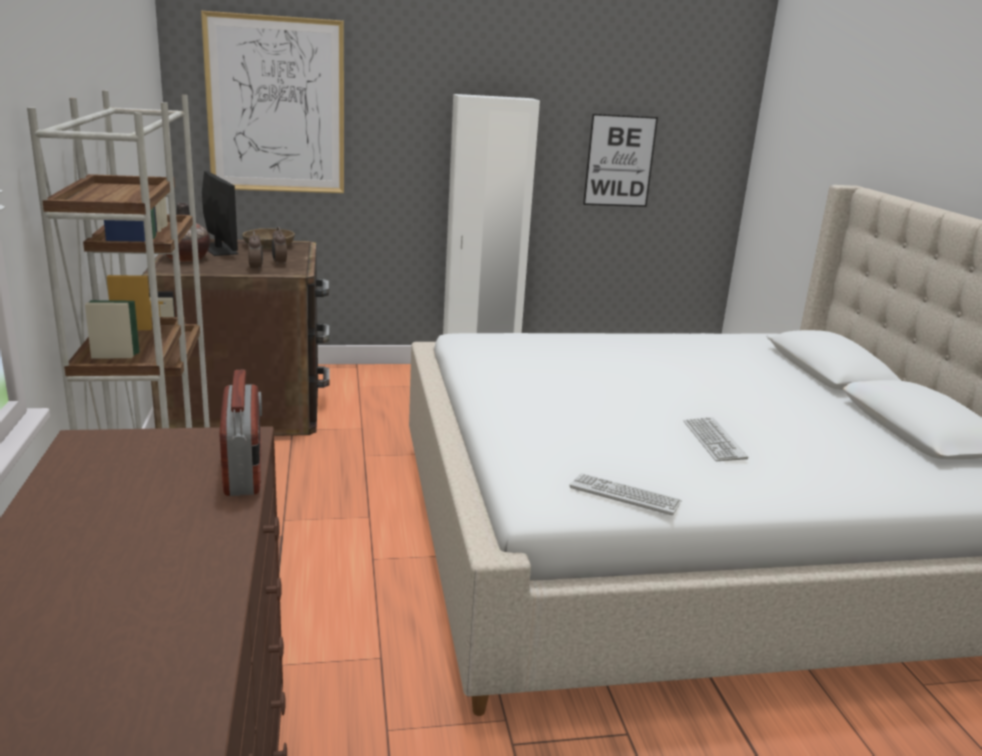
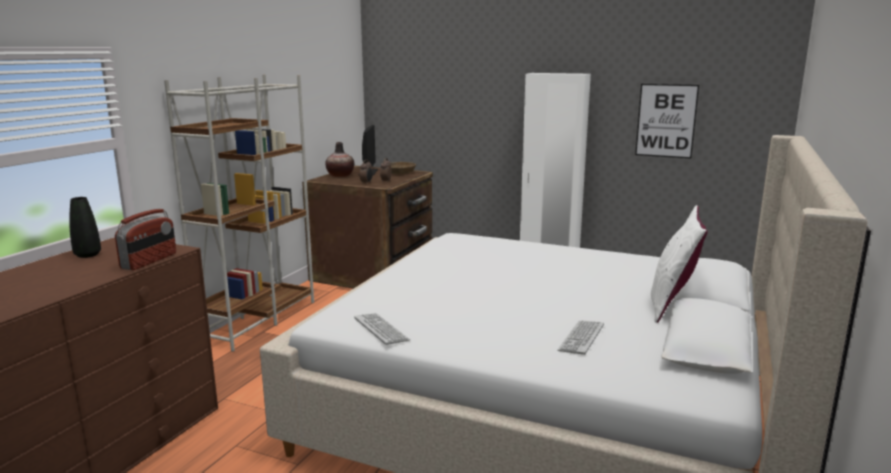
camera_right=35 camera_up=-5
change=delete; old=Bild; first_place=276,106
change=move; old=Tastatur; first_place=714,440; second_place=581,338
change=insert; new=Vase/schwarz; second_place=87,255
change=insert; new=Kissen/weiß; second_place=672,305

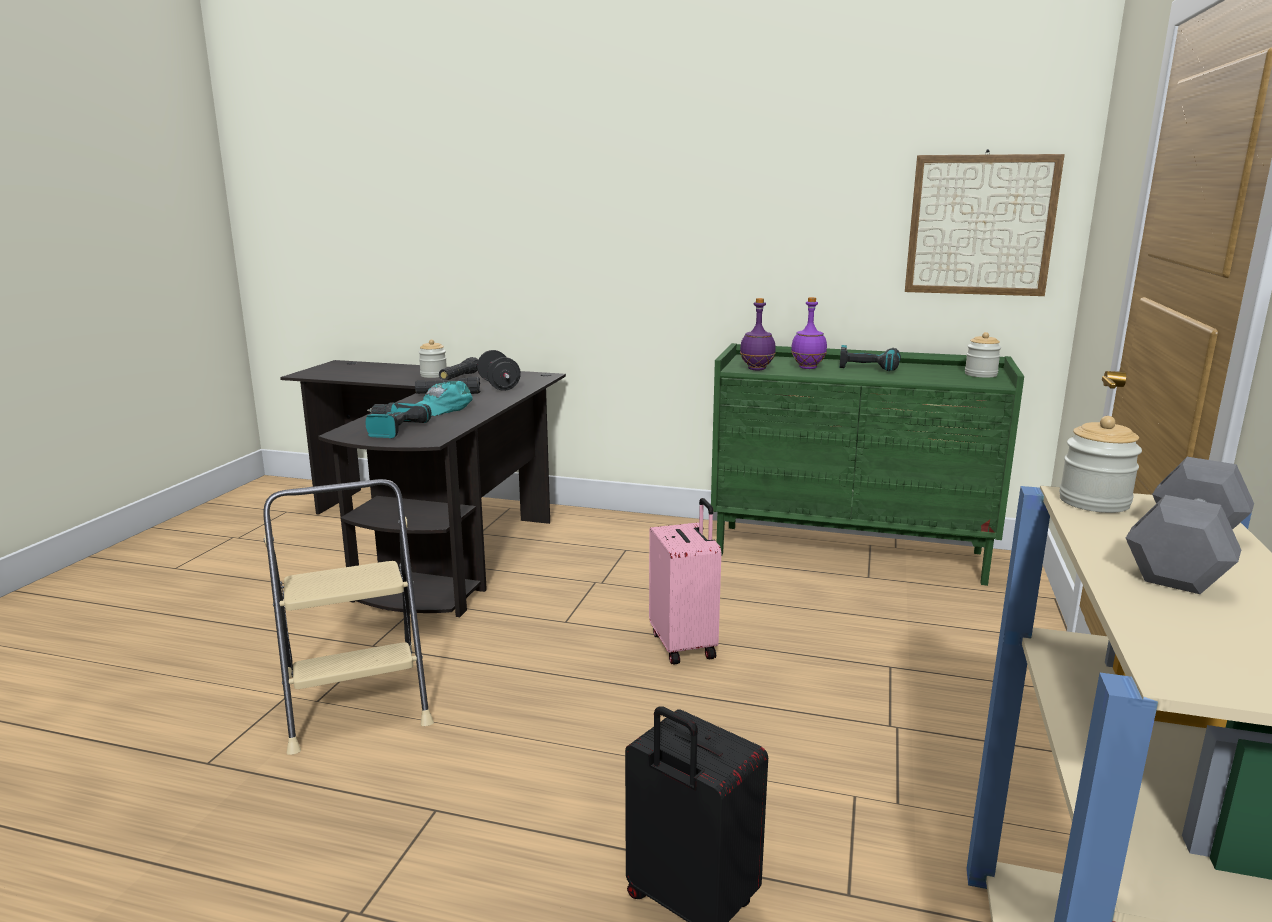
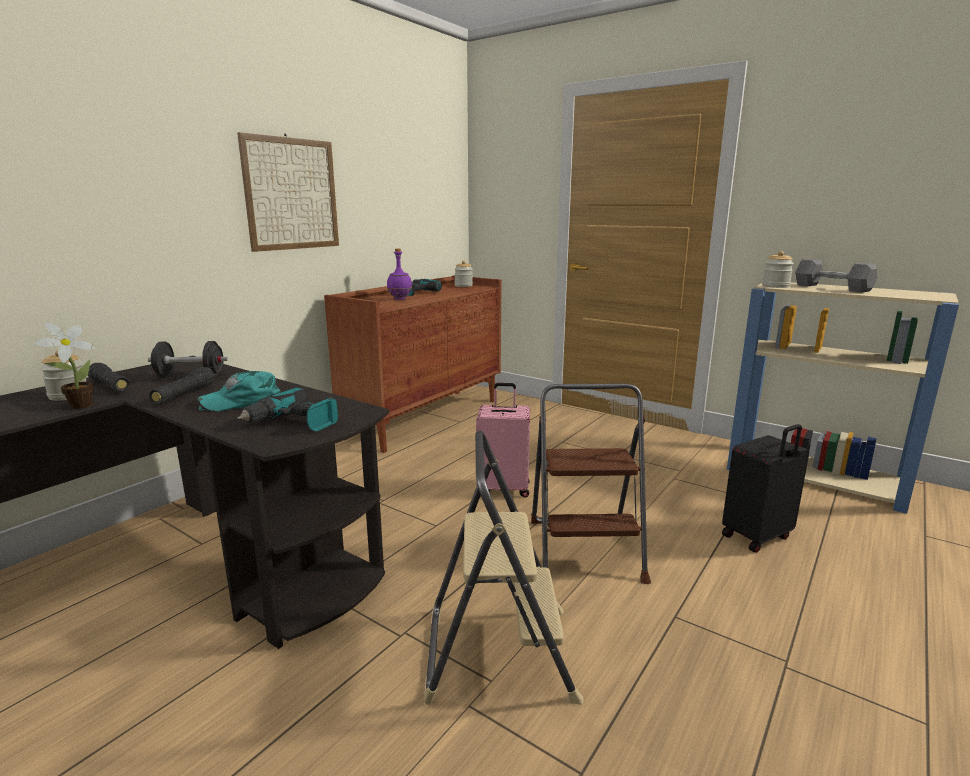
camera_right=-70 camera_up=0
change=move; old=Bild; first_place=981,223; second_place=291,192
change=delete; old=Flasche/lila; first_place=757,369
change=recolor; old=Schrank/grün; new=Schrank/braun; first_place=850,554; second_place=426,418
change=rotate; old=Kappe/türkis; first_place=441,408; second_place=243,400; degrees=90
change=insert; new=Topfpflanze; second_place=77,406
change=insert; new=Trittleiter/braun; second_place=584,546

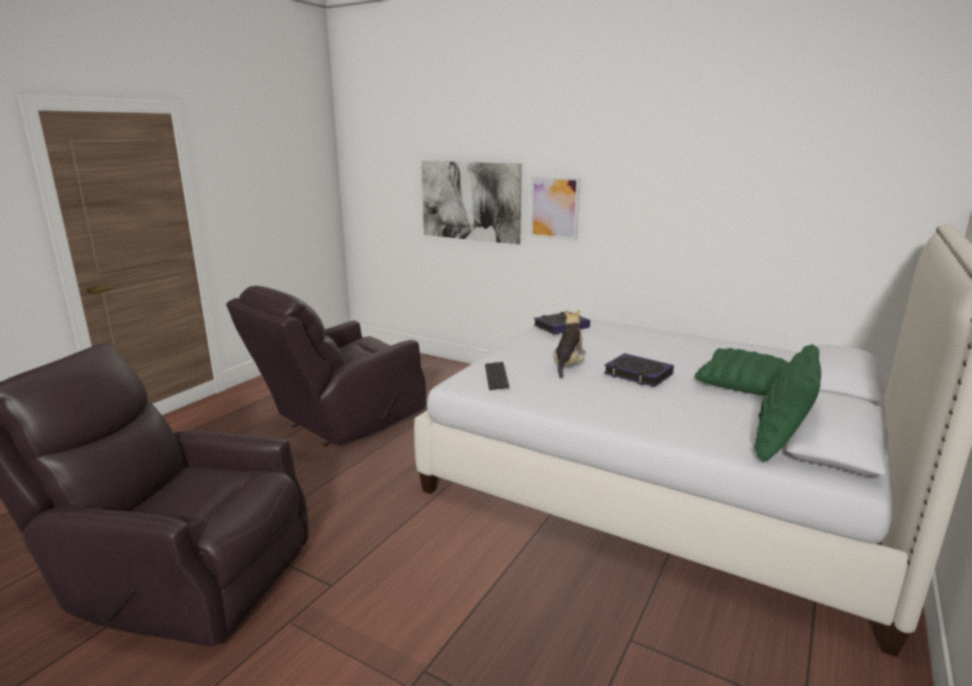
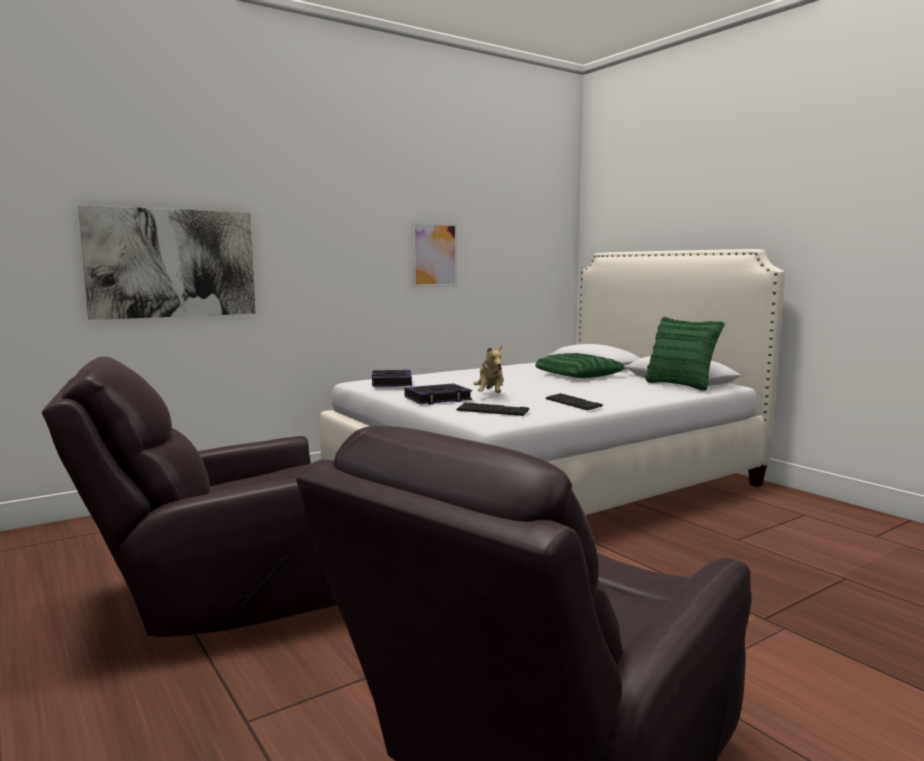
camera_right=-65 camera_up=-10
change=move; old=Bild; first_place=554,208; second_place=434,254
change=rotate; old=Sessel/braun; first_place=341,422; second_place=223,598; degrees=90
change=rotate; old=Plüschtier; first_place=568,365; second_place=490,395; degrees=-135
change=move; old=Buch; first_place=638,374; second_place=438,399
change=insert; new=Tastatur; second_place=573,403

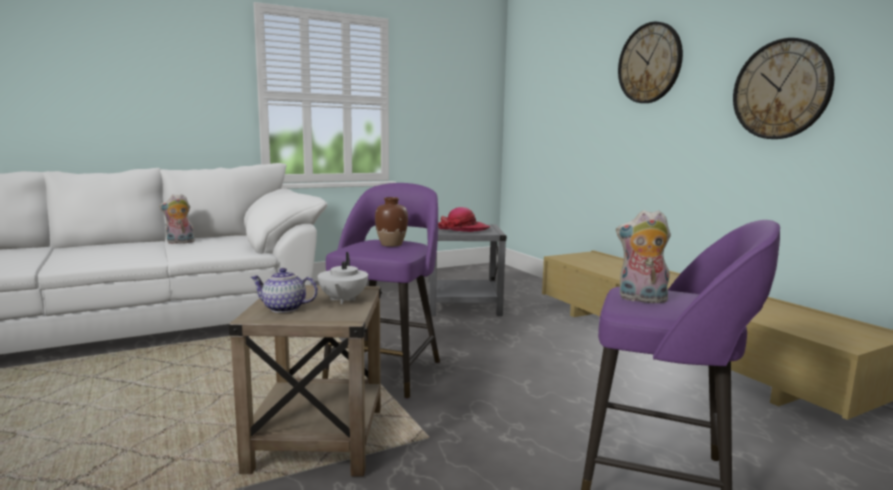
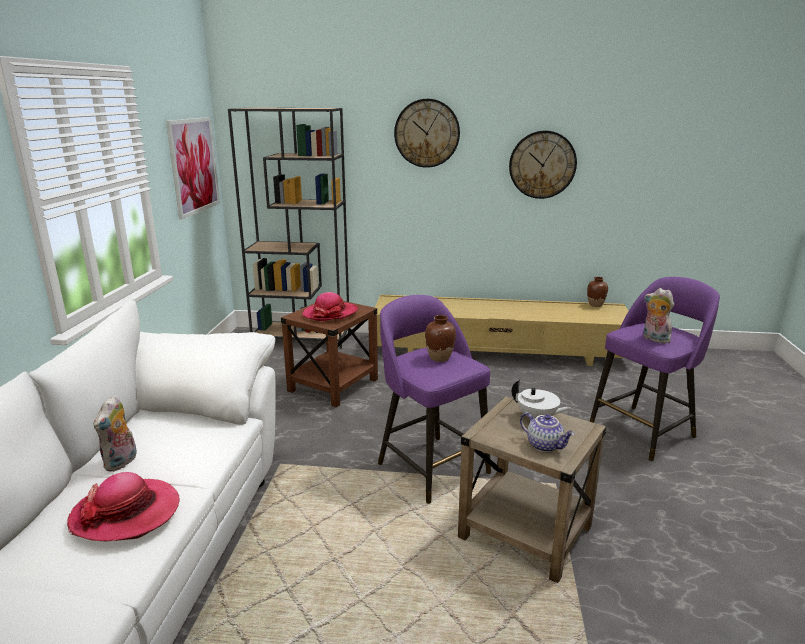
camera_right=-55 camera_up=10
change=rotate; old=Plüschtier; first_place=641,299; second_place=654,339; degrees=90
change=recolor; old=Beistelltisch/grau; new=Beistelltisch/braun; first_place=464,307; second_place=333,385
change=rotate; old=Teekanne; first_place=283,308; second_place=545,445; degrees=-90
change=insert; new=Bücherregal; second_place=302,338
change=insert; new=Bild; second_place=194,166
change=insert; new=Vase/braun; second_place=595,305
change=insert; new=Hut; second_place=126,513

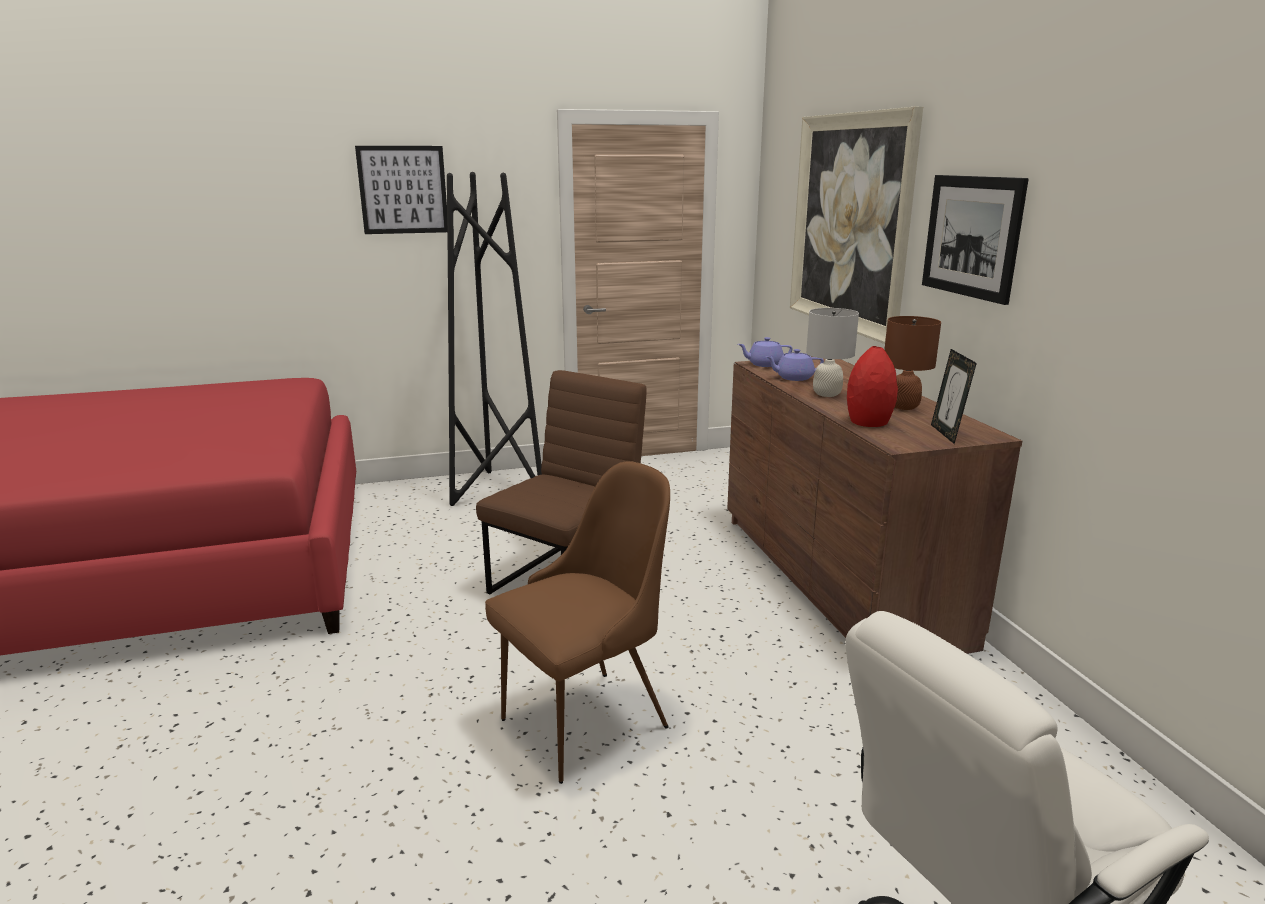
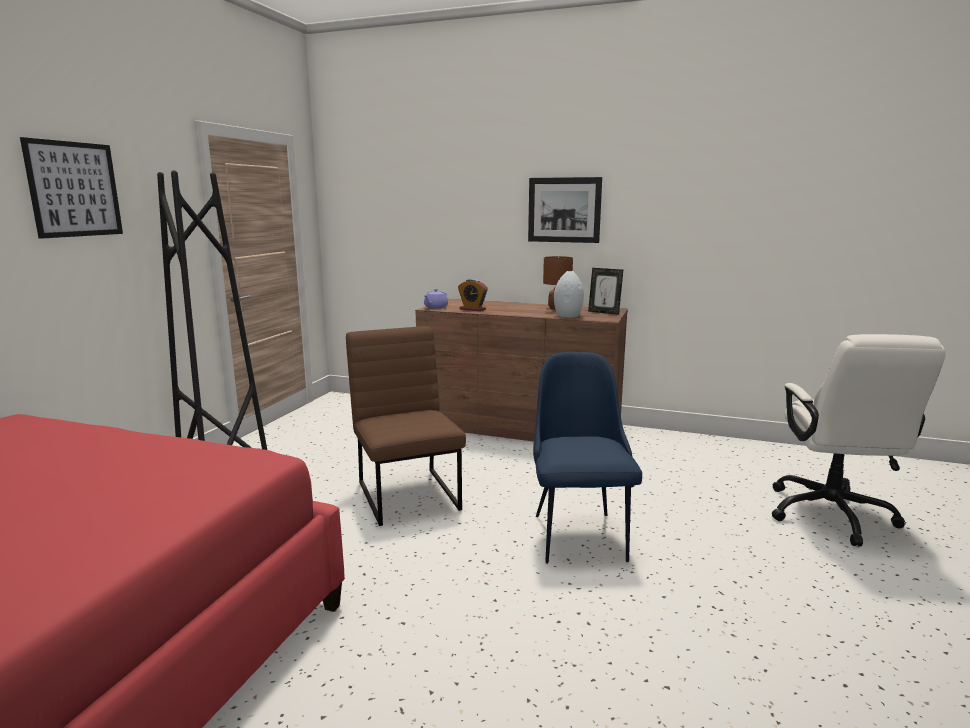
camera_right=-55 camera_up=-5
change=delete; old=Bild; first_place=850,223
change=delete; old=Tischlampe/grau; first_place=825,394
change=recolor; old=Vase/rot; new=Vase/grau; first_place=867,422; second_place=568,316
change=replace; old=Teekanne/lila; new=Wecker; first_place=793,378; second_place=472,309
change=recolor; old=Stuhl/braun; new=Stuhl/blau; first_place=585,722; second_place=577,537

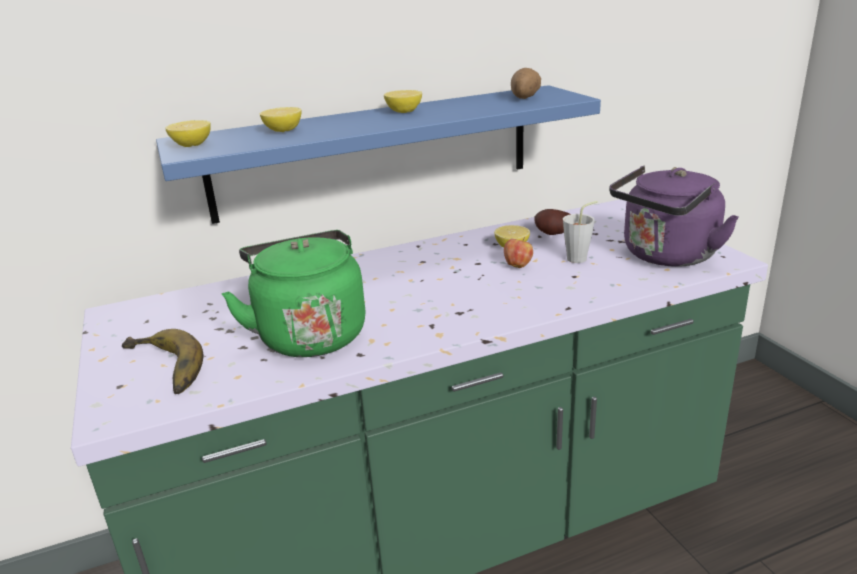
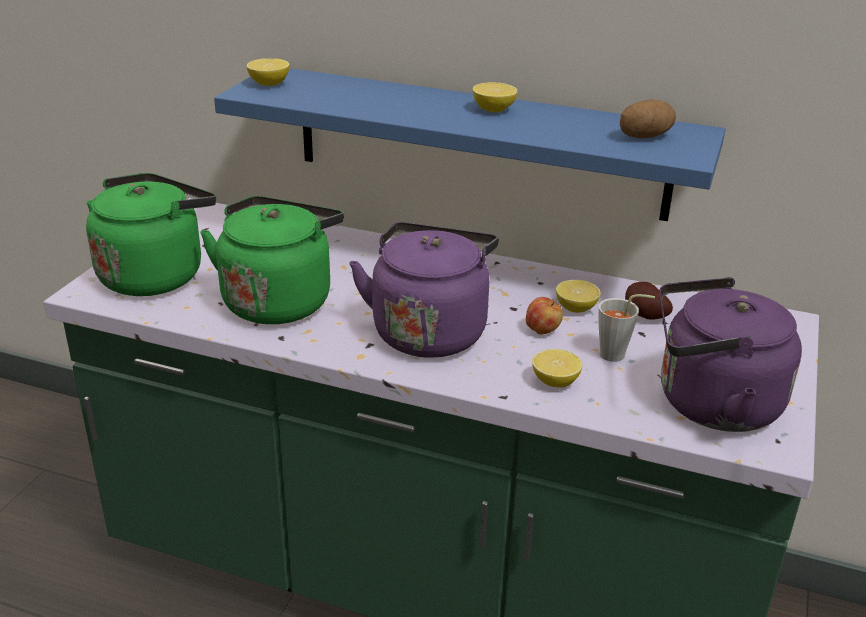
camera_right=40 camera_up=5
change=move; old=Zitrone; first_place=283,131; second_place=555,382
change=replace; old=Banane; new=Wasserkessel/grün; first_place=160,370; second_place=155,274
change=insert; new=Wasserkessel/lila; second_place=430,330

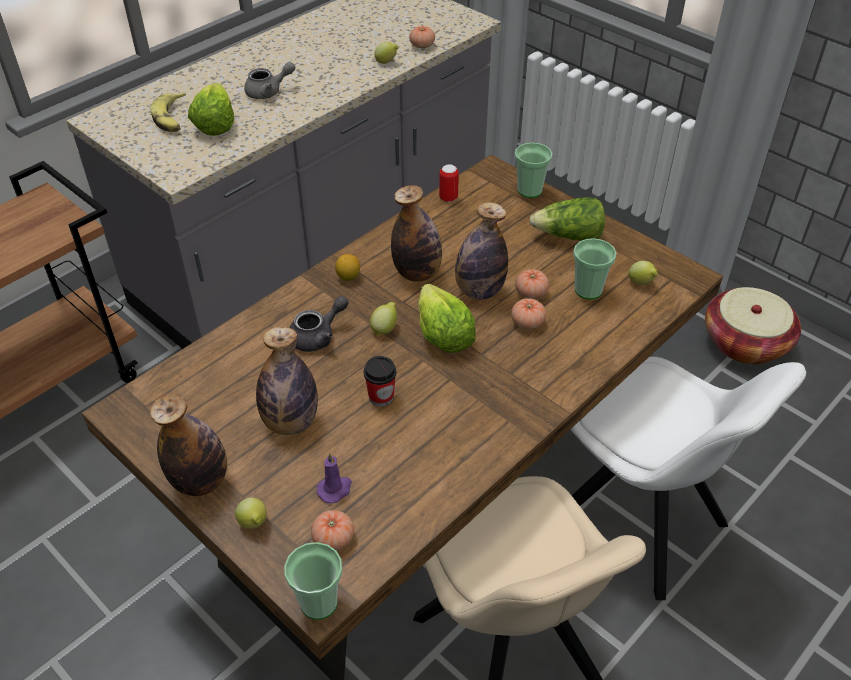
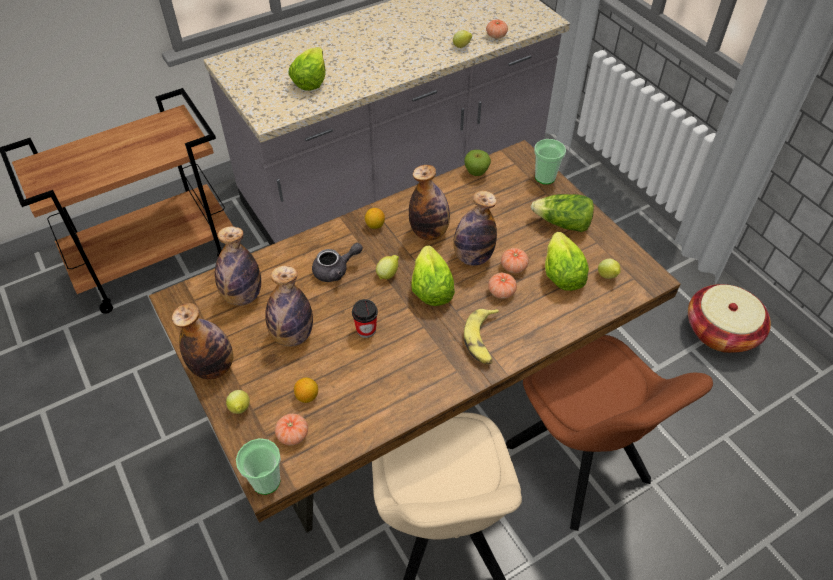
camera_right=15 camera_up=5
change=delete; old=Teekanne/grau; first_place=268,92
change=move; old=Banane; first_place=172,118; second_place=482,340
change=replace; old=Dose; new=Apfel; first_place=448,198; second_place=476,172
change=replace; old=Tasse; new=Salatkopf; first_place=588,290; second_place=561,274
change=recolor; old=Stuhl/weiß; new=Stuhl/braun; first_place=640,522; second_place=578,463
change=replace; old=Kerze/lila; new=Zitrone; first_place=335,489; second_place=307,396
change=insert; new=Flasche; second_place=242,296

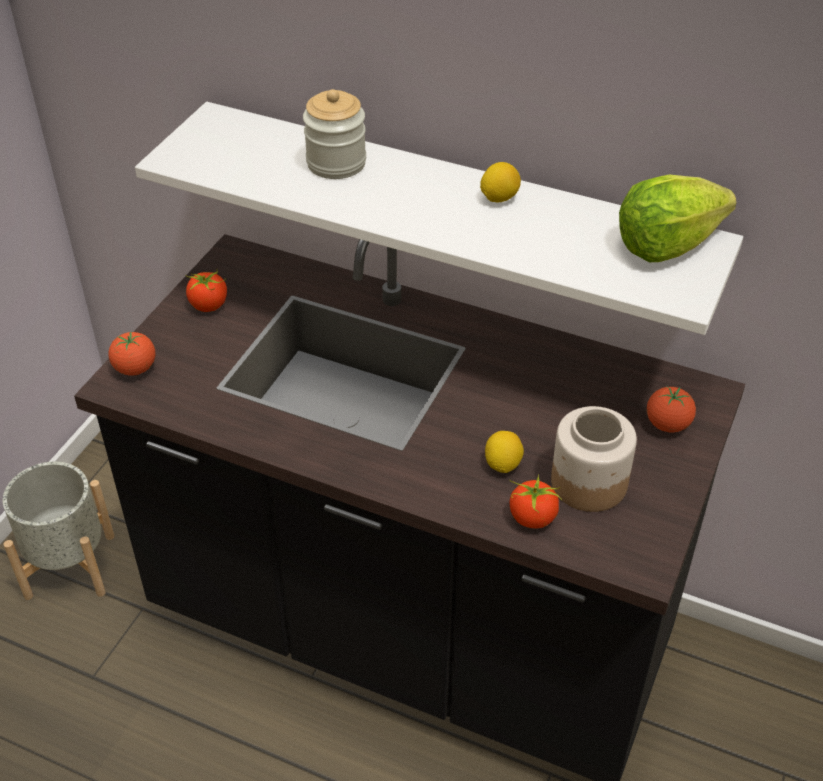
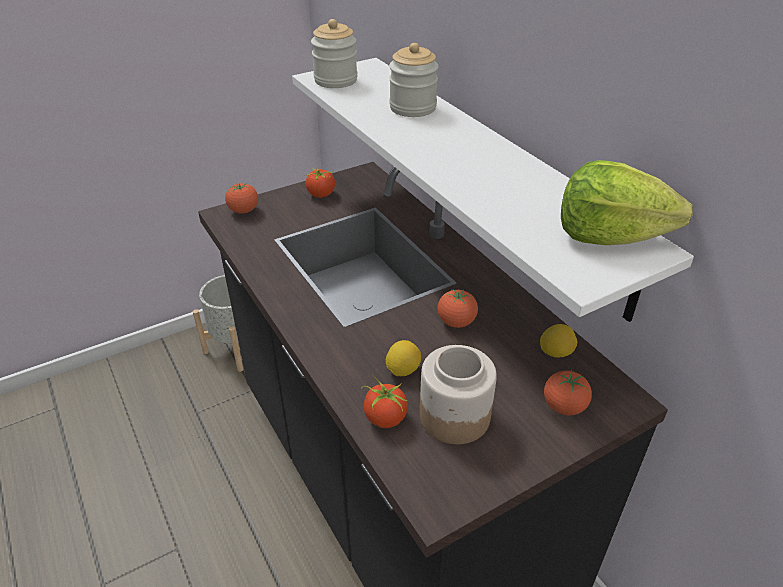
camera_right=35 camera_up=-5
change=move; old=Zitrone; first_place=499,198; second_place=555,352
change=insert; new=Vorratsglas; second_place=335,80
change=insert; new=Tomate; second_place=456,322

